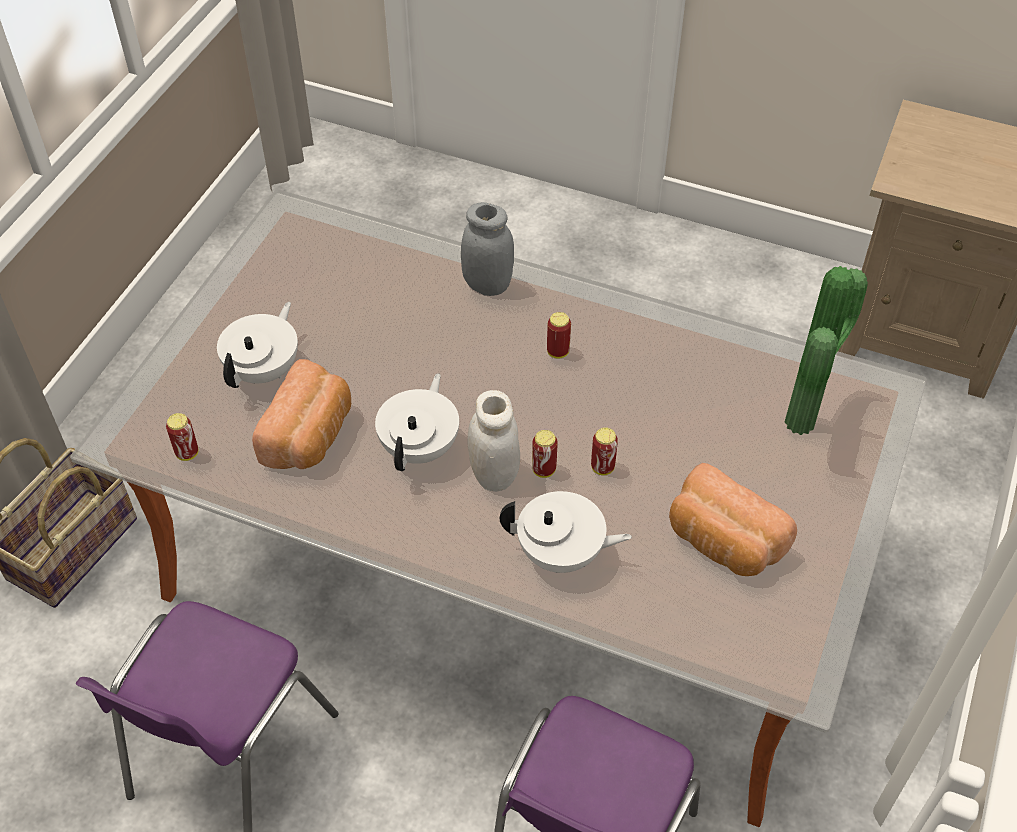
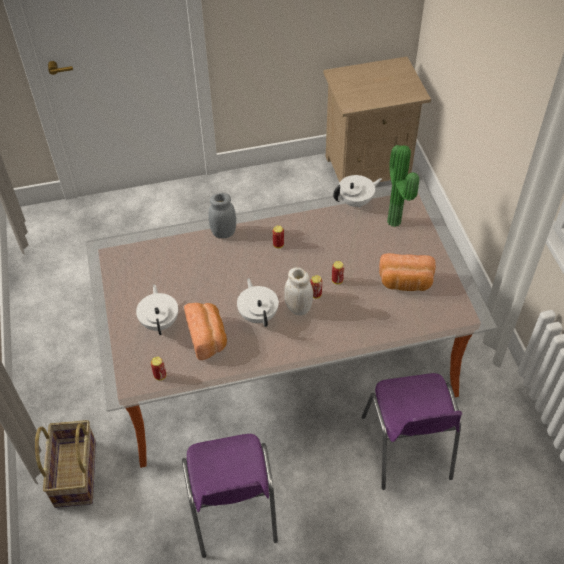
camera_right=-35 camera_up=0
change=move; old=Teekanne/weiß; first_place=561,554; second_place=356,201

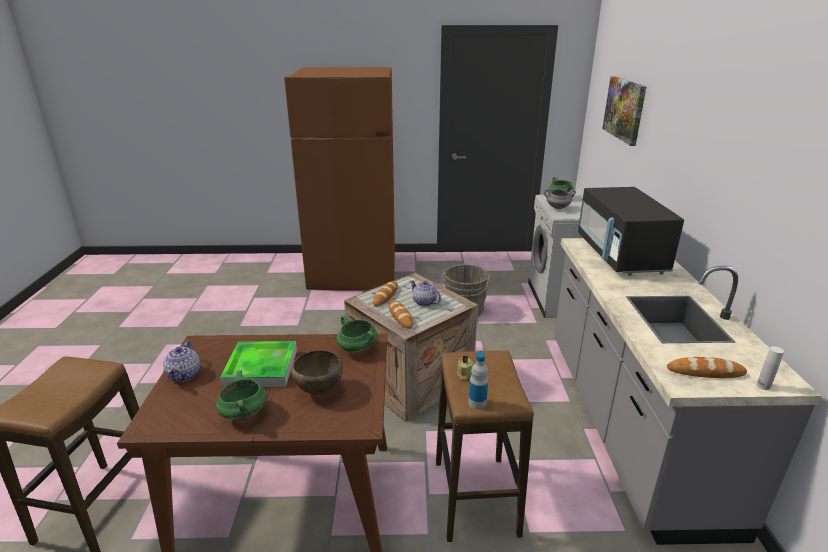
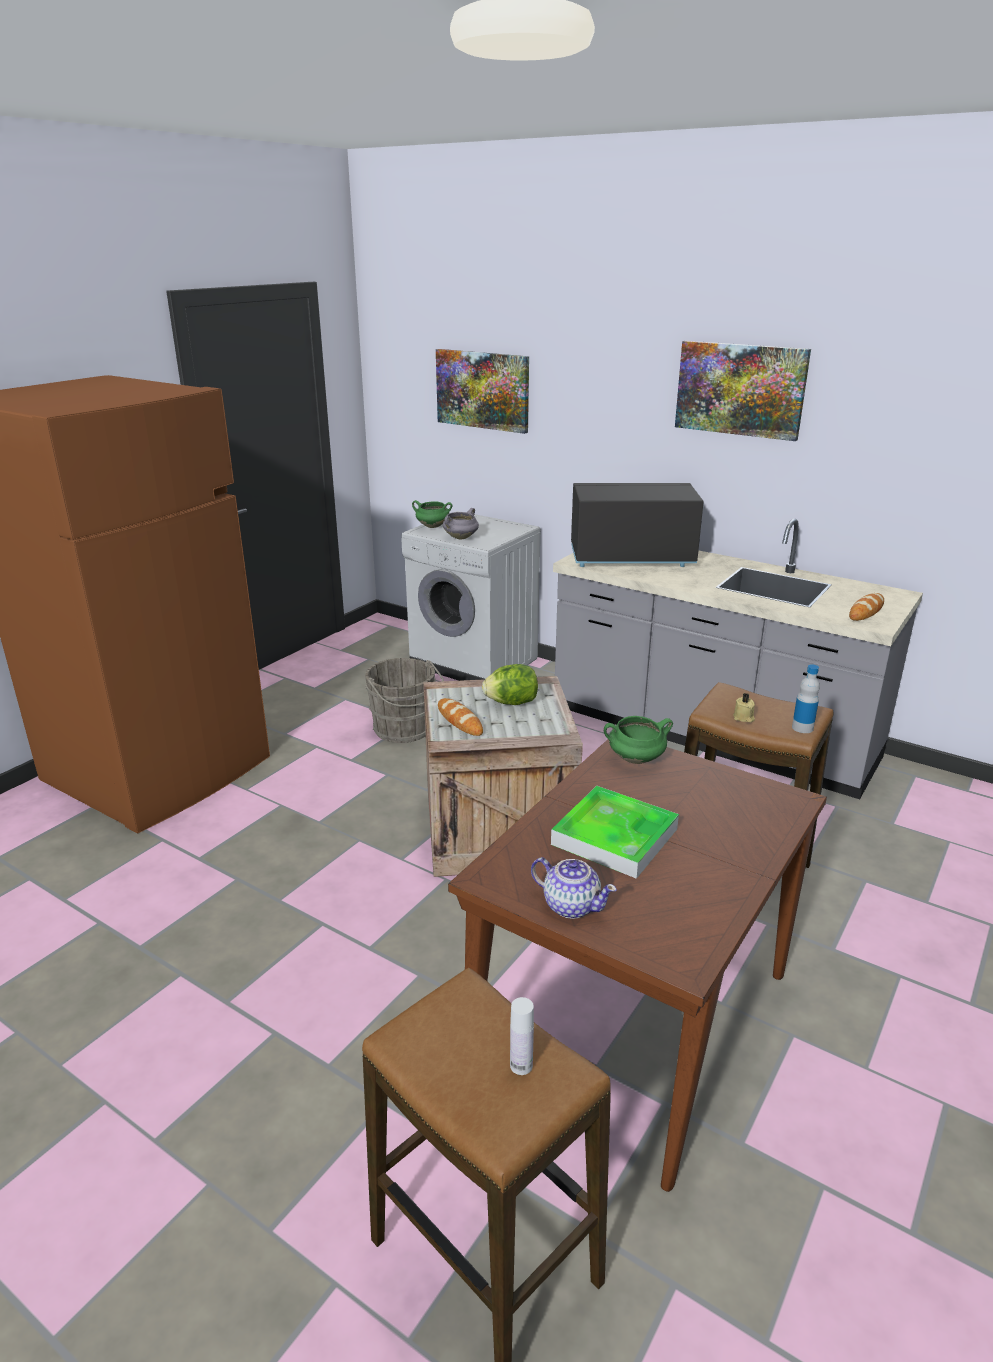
camera_right=-55 camera_up=0
change=rotate; old=Mikrowelle/schwarz; first_place=620,255; second_place=631,558; degrees=150
change=replace; old=Teekanne; new=Salatkopf; first_place=424,302; second_place=511,703
change=delete; old=Brot; first_place=400,316
change=move; old=Flasche/weiß; first_place=763,386; second_place=521,1065
change=delete; old=Schüssel/braun; first_place=318,391
change=delete; old=Kochtopf/grün; first_place=243,414
change=insert; new=Bild; second_place=740,389

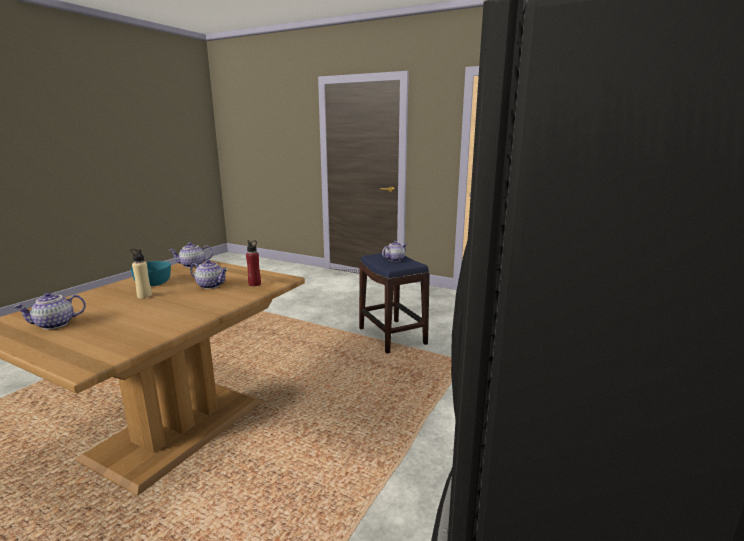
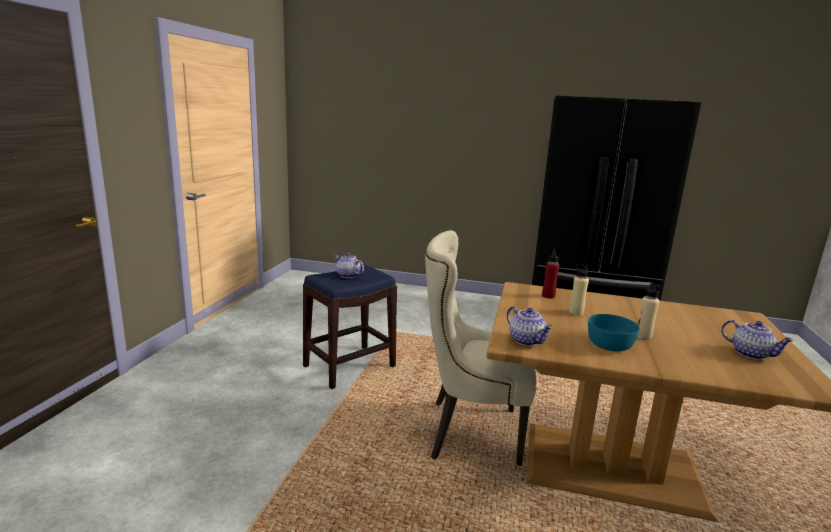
camera_right=-105 camera_up=0
change=replace; old=Teekanne; new=Flasche/beige; first_place=211,285; second_place=576,313
change=insert; new=Stuhl/beige; second_place=470,432

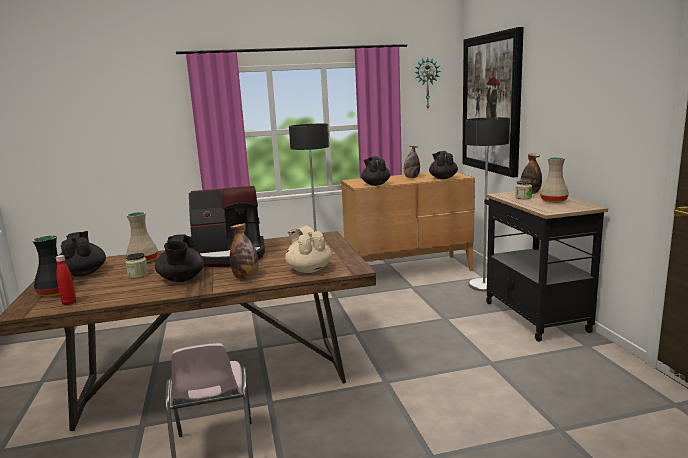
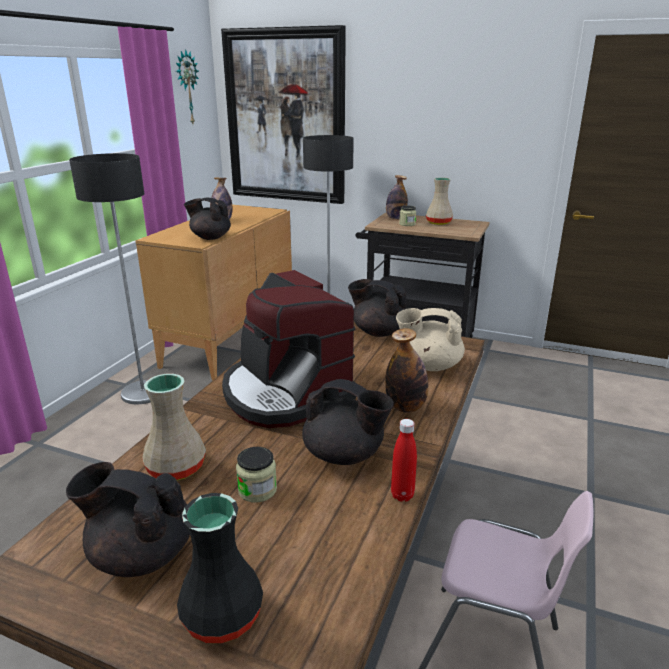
camera_right=-55 camera_up=10
change=move; old=Teekanne/schwarz; first_place=443,178; second_place=378,332
change=rotate; old=Kaffeemaschine; first_place=229,255; second_place=285,393; degrees=120
change=move; old=Flasche/rot; first_place=69,303; second_place=402,495

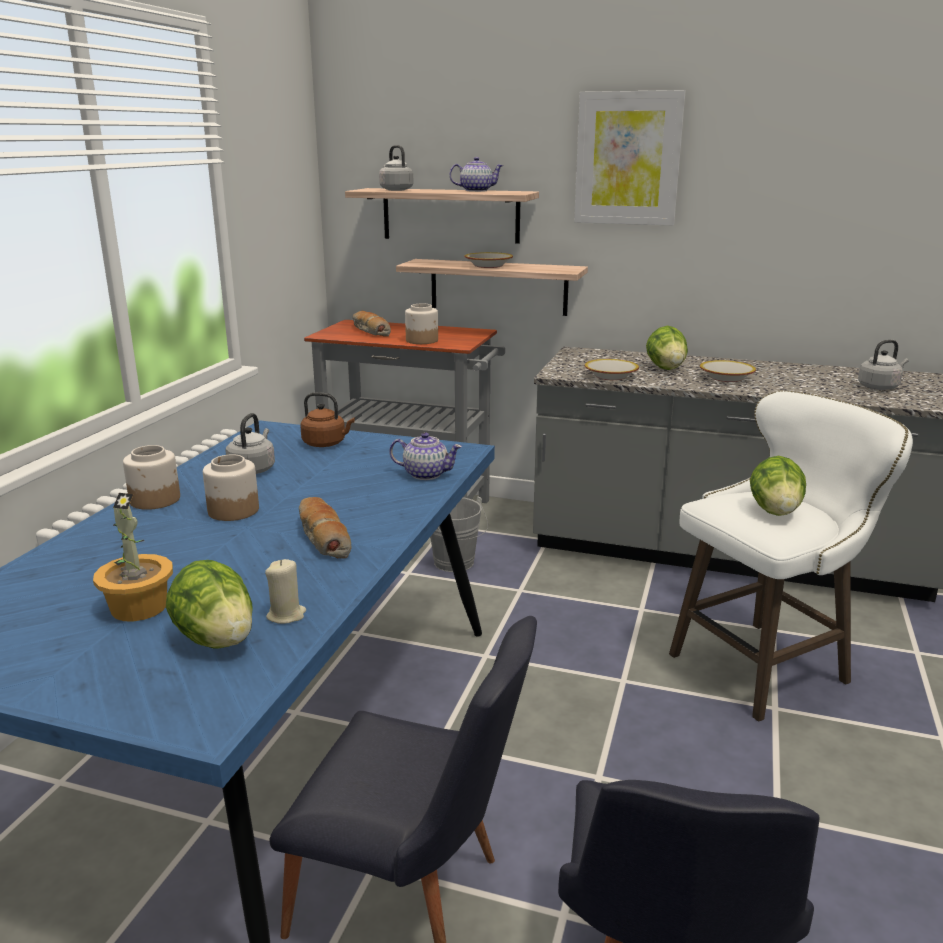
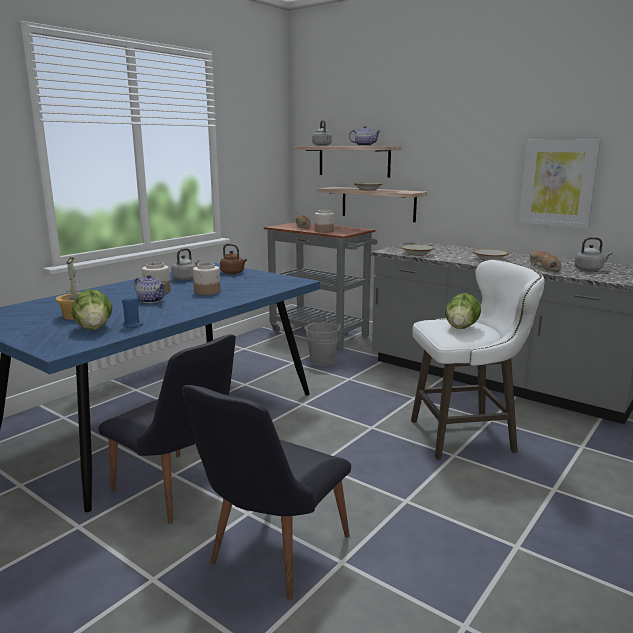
camera_right=20 camera_up=-5
change=move; old=Bild; first_place=628,159; second_place=558,183
change=delete; old=Salatkopf; first_place=666,368
change=move; old=Teekanne; first_place=425,474; second_place=151,300
change=move; old=Vorratsglas; first_place=156,500; second_place=207,292
change=move; old=Brot; first_place=322,537; second_place=542,267
change=recolor; old=Kerze/beige; new=Kerze/blau; first_place=286,615; second_place=132,325

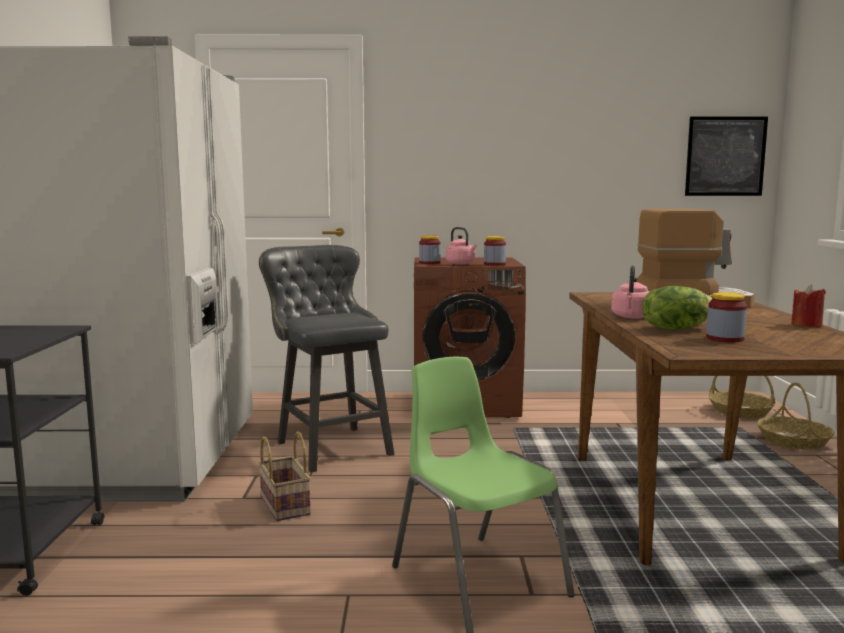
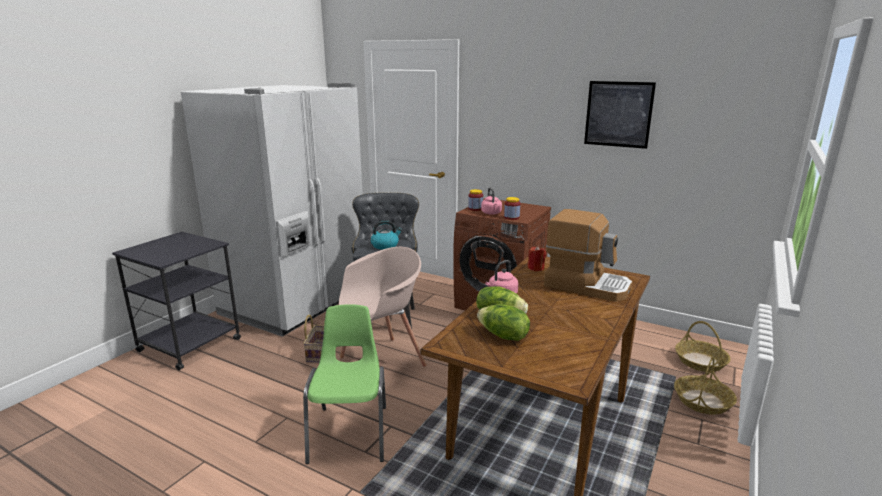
camera_right=30 camera_up=10
change=move; old=Bild; first_place=725,156; second_place=618,114
change=move; old=Kerze/rot; first_place=806,325; second_place=535,268
change=replace; old=Vorratsglas; new=Salatkopf; first_place=724,339; second_place=503,336
change=insert; new=Wasserkessel; second_place=385,245
change=insert; new=Stuhl/beige; second_place=383,361

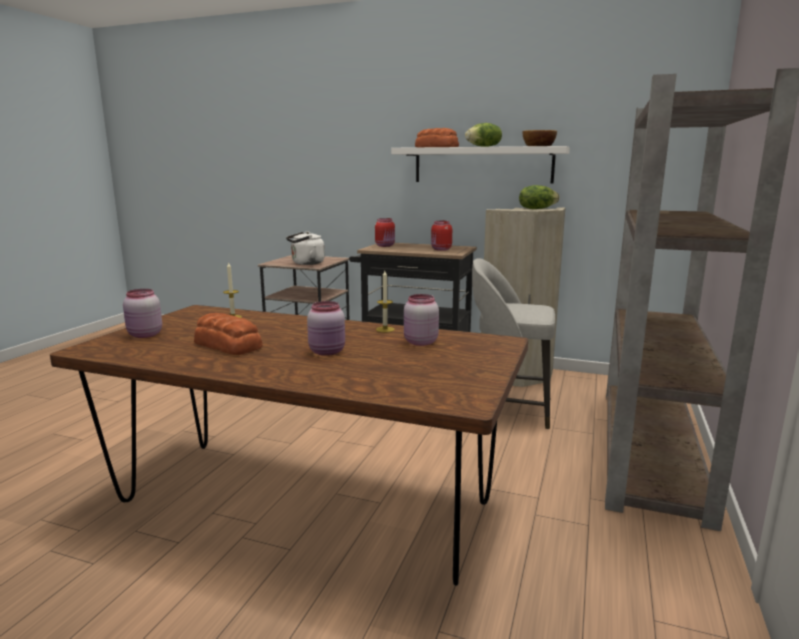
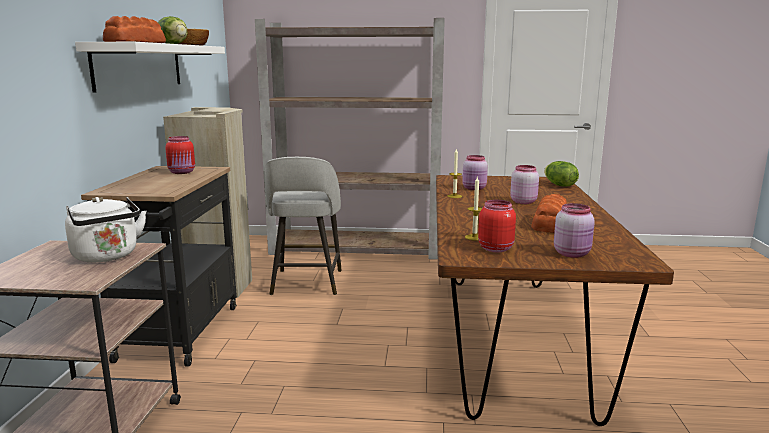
camera_right=-105 camera_up=0
change=move; old=Salatkopf; first_place=537,209; second_place=559,185
change=move; old=Vorratsglas/rot; first_place=385,246; second_place=495,248

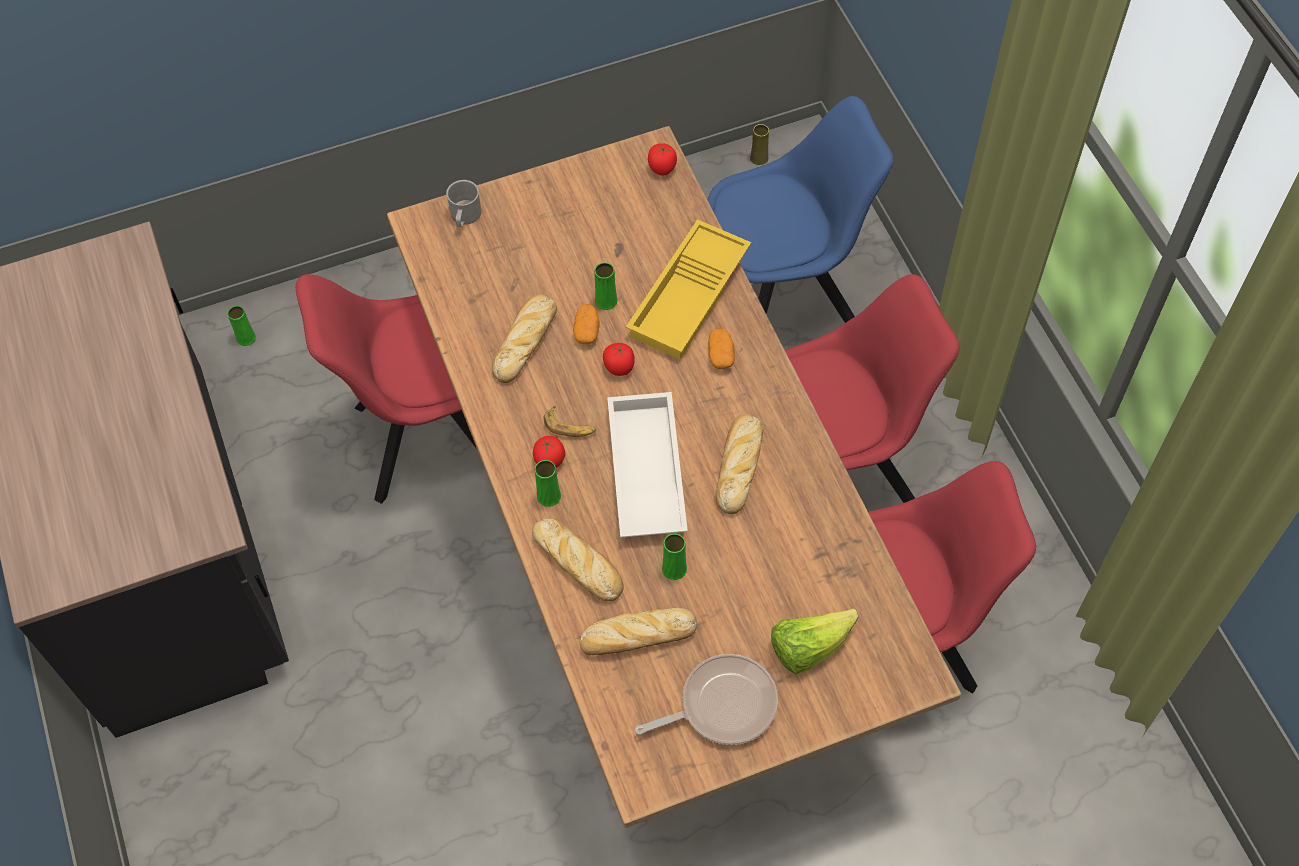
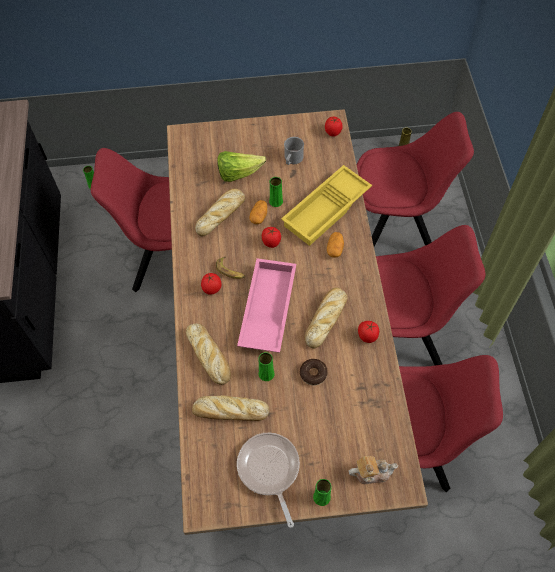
camera_right=15 camera_up=0
change=recolor; old=Stuhl/blau; new=Stuhl/rot; first_place=783,304; second_place=394,232
change=move; old=Henkelbecher/grau; first_place=464,217; second_place=292,159
change=recolor; old=Tablett/weiß; new=Tablett/rosa; first_place=644,471; second_place=266,308
change=move; old=Vase/grün; first_place=549,496; second_place=321,497
change=move; old=Salatkopf; first_place=808,647; second_place=238,173
change=rotate; old=Pfanne; first_place=722,705; second_place=269,470; degrees=-105
change=insert; new=Tomate; second_place=367,336
change=insert; new=Donut; second_place=313,374
change=insert; new=Teekanne; second_place=371,472

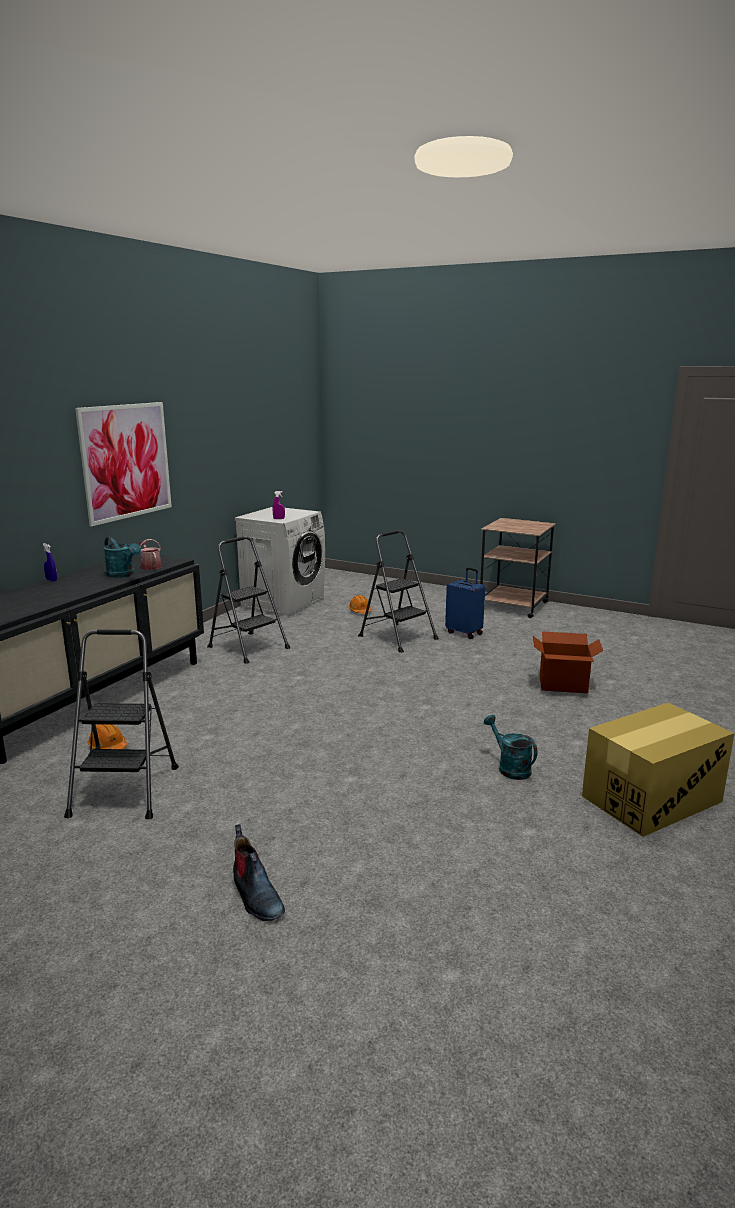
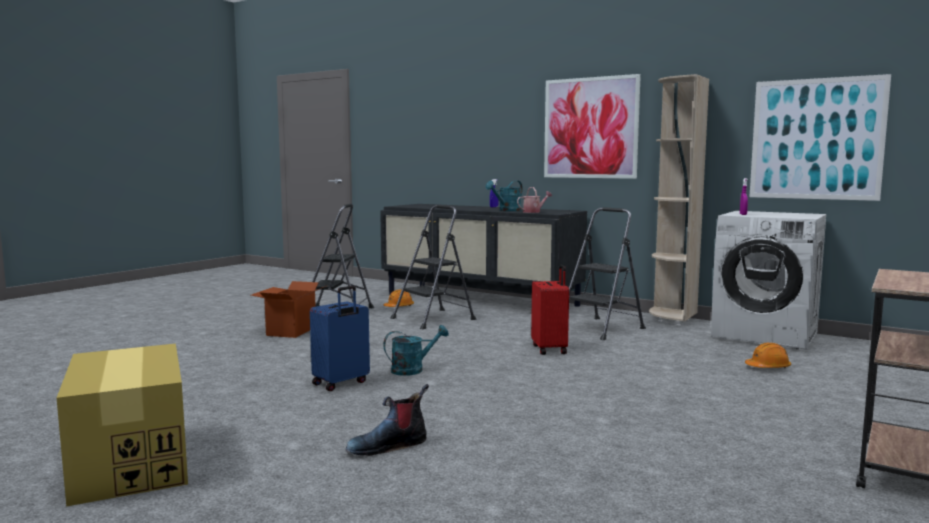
camera_right=95 camera_up=-10
change=move; old=Trittleiter/schwarz; first_place=396,636; second_place=435,318
change=move; old=Koffer/blau; first_place=464,633; second_place=341,383
change=move; old=Karton; first_place=563,685; second_place=290,331
change=move; old=Gießkanne/türkis; first_place=510,767; second_place=413,369
change=move; old=Stiefel; first_place=256,896; second_place=388,446
change=insert; new=Bücherregal/beige; second_place=670,320
change=insert; new=Bild; second_place=816,139
change=insert; new=Koffer/rot; second_place=550,349

